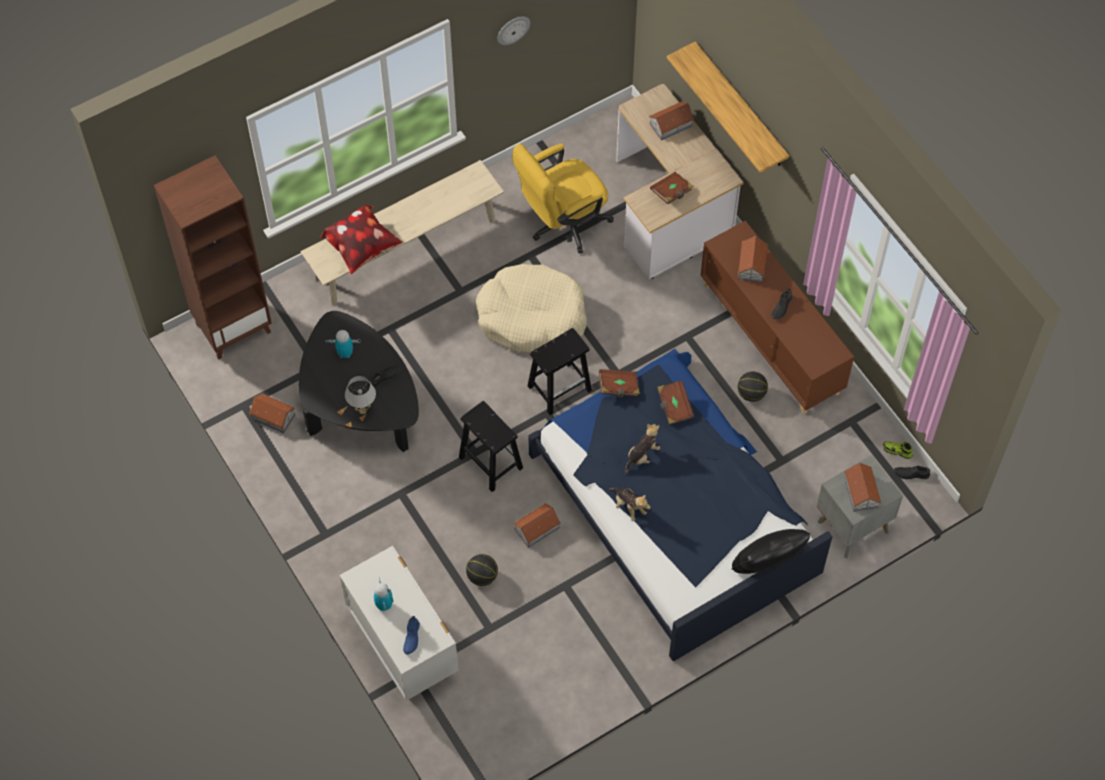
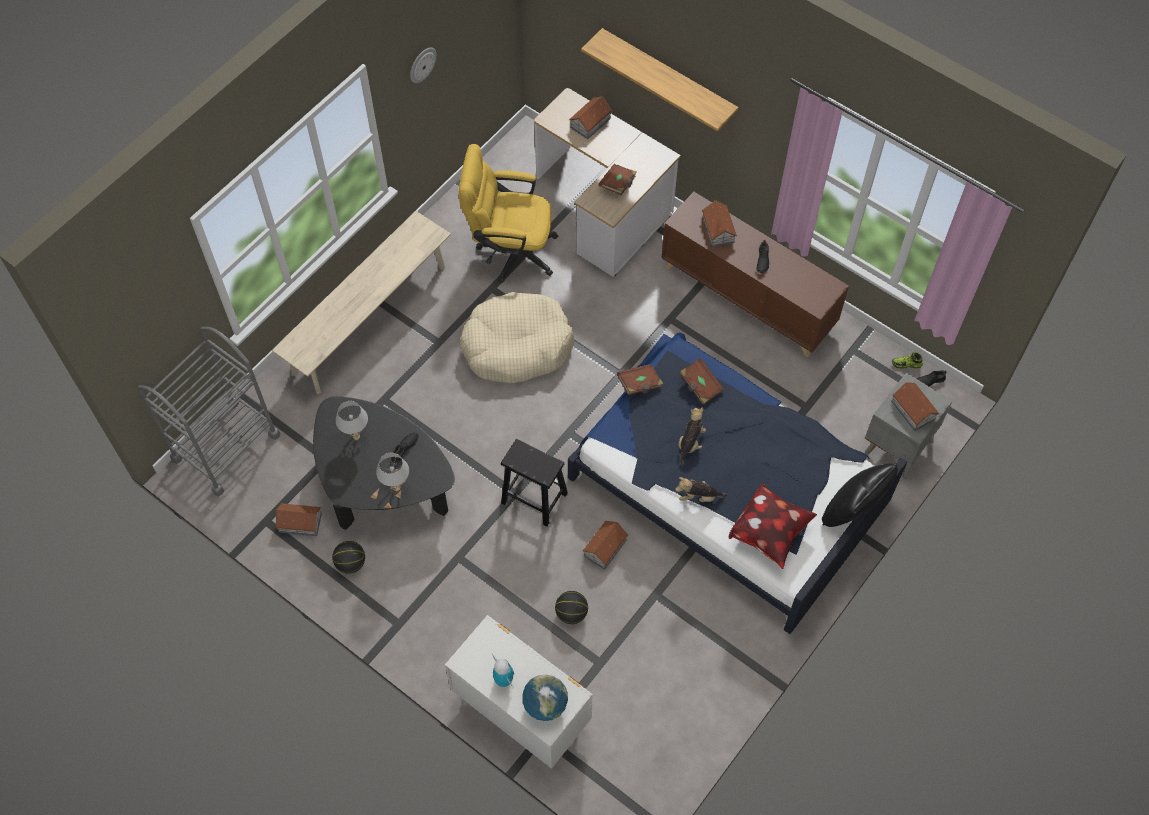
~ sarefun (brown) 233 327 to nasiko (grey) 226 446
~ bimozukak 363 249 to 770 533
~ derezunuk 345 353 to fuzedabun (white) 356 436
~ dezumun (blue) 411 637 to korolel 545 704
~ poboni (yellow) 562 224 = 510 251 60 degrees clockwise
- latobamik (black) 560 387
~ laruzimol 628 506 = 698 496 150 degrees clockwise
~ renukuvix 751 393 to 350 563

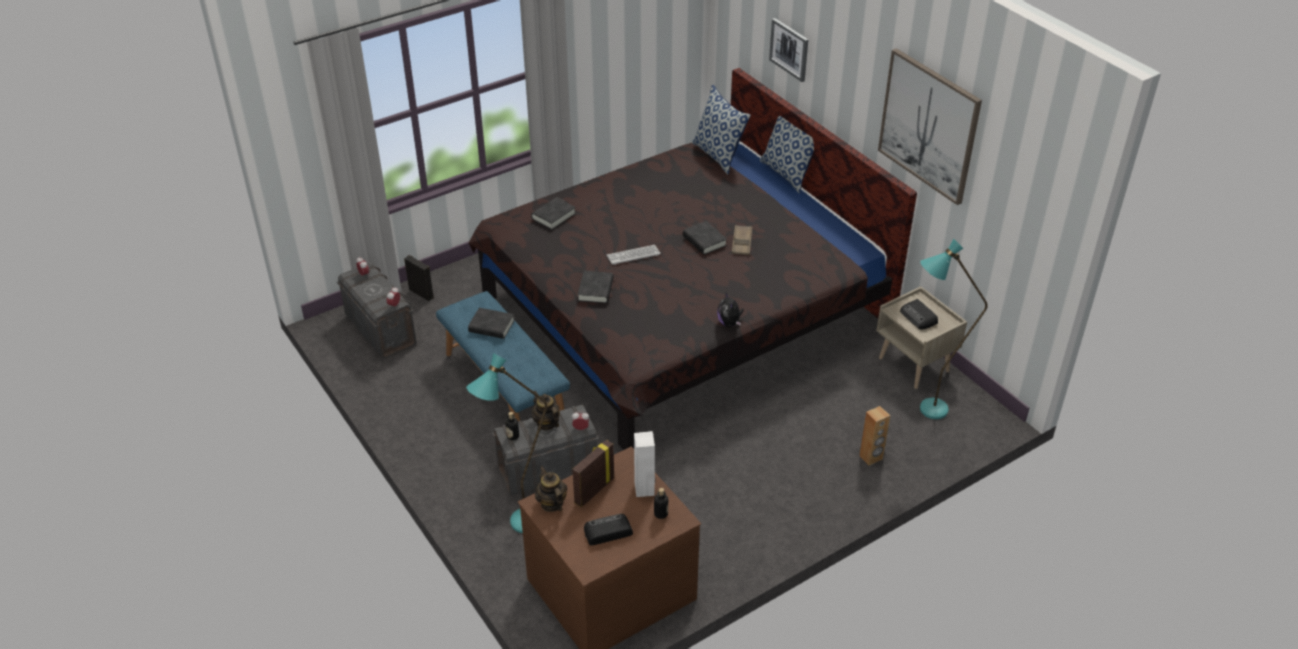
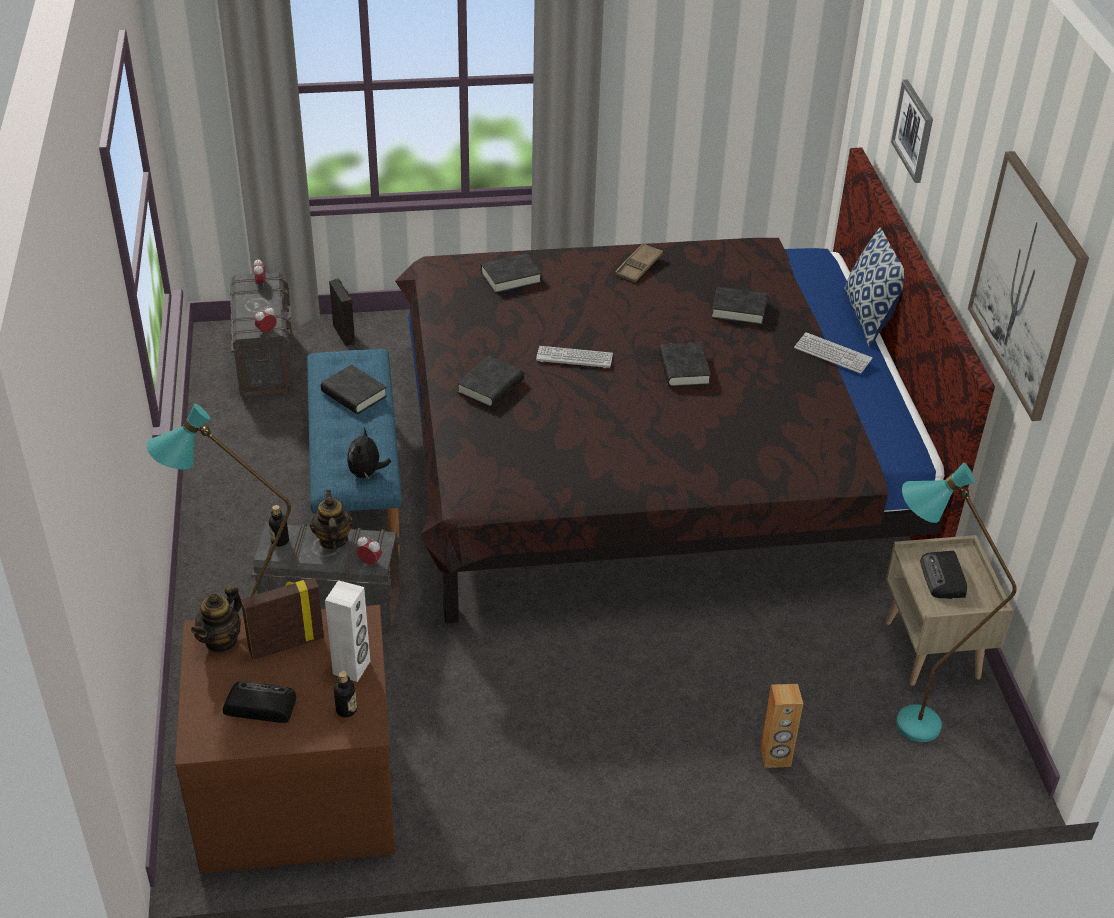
~ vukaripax 551 503 = 221 640 150 degrees counterclockwise
- bimozukak 719 155
~ laruzimol 729 323 to 366 473
~ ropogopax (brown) 742 243 to 638 267
+ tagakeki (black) 739 310
+ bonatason 832 354

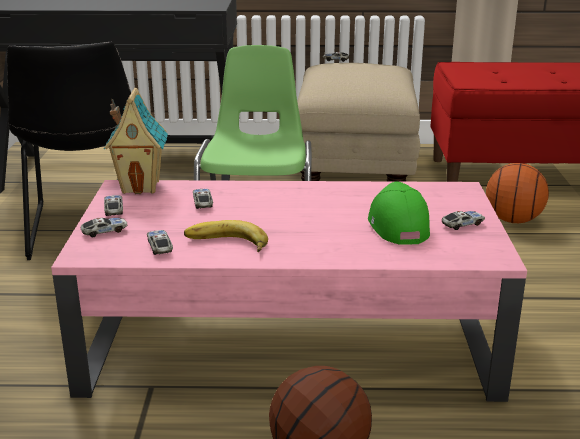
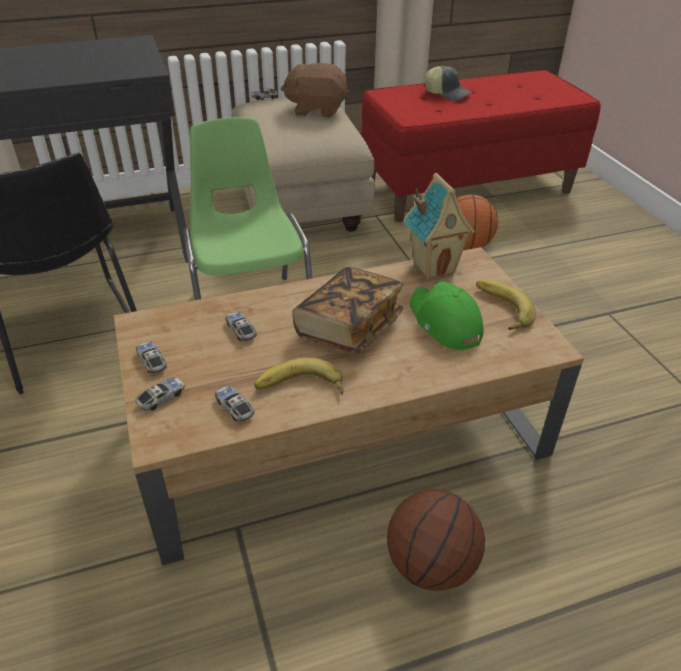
~ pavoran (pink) 287 339 to pavoran (brown) 337 433
~ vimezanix 141 186 to 433 266
~ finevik 462 224 to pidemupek 500 309
+ laruzimol (brown) 316 110
+ tagakeki 348 327
+ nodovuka 447 93

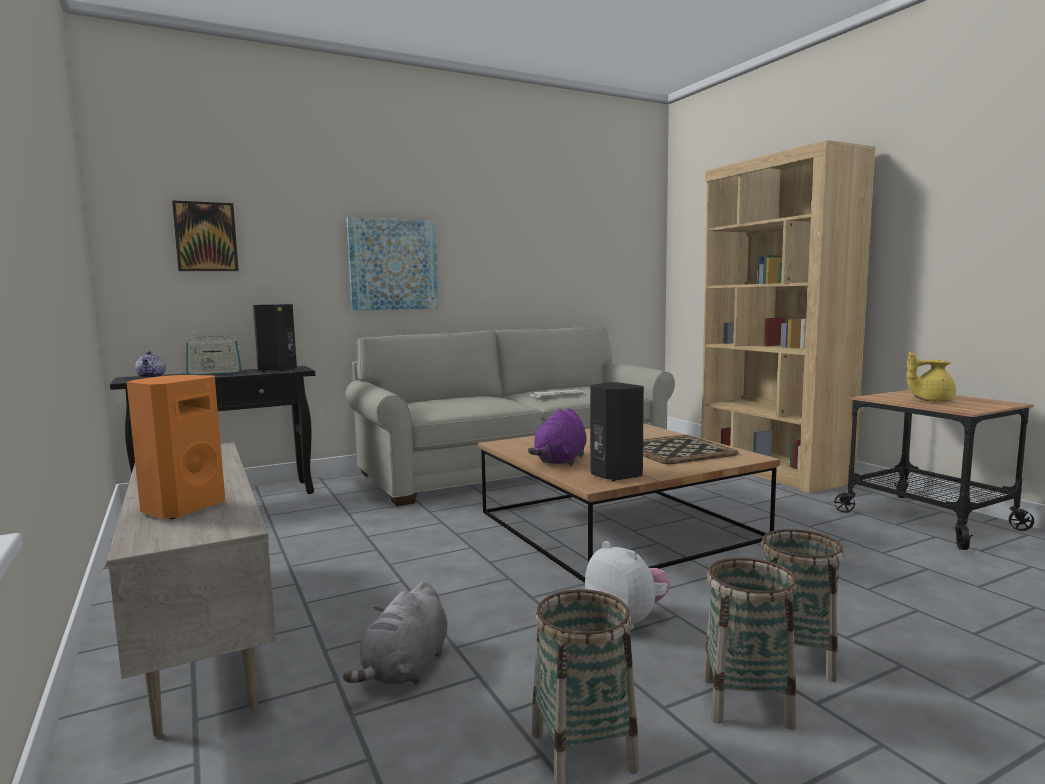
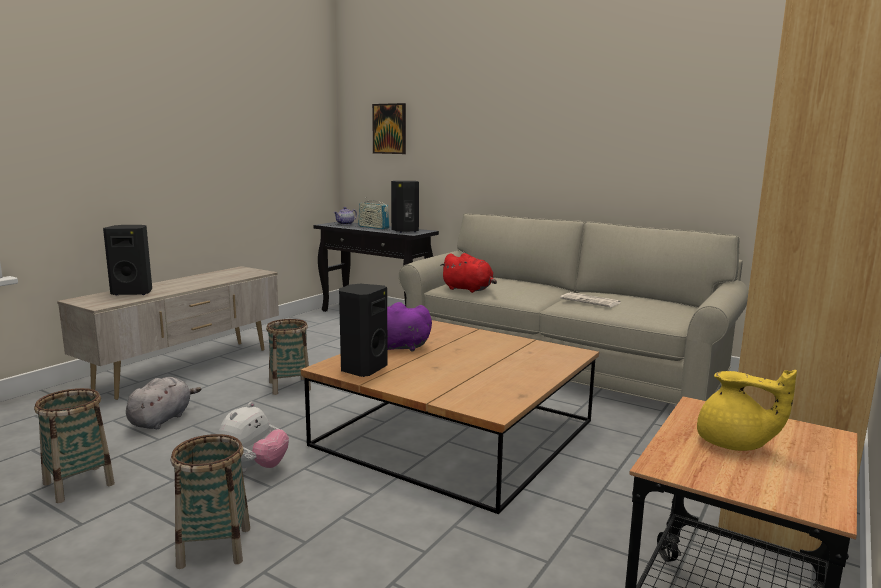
~ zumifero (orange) 182 508 to zumifero (black) 133 292
~ laruzimol (grey) 405 669 = 162 419 120 degrees clockwise
- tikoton 393 264
- ropogopax 678 450
~ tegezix 747 702 to 289 386
~ vukaripax (yellow) 930 400 = 734 444 150 degrees clockwise
+ laruzimol (red) 469 289

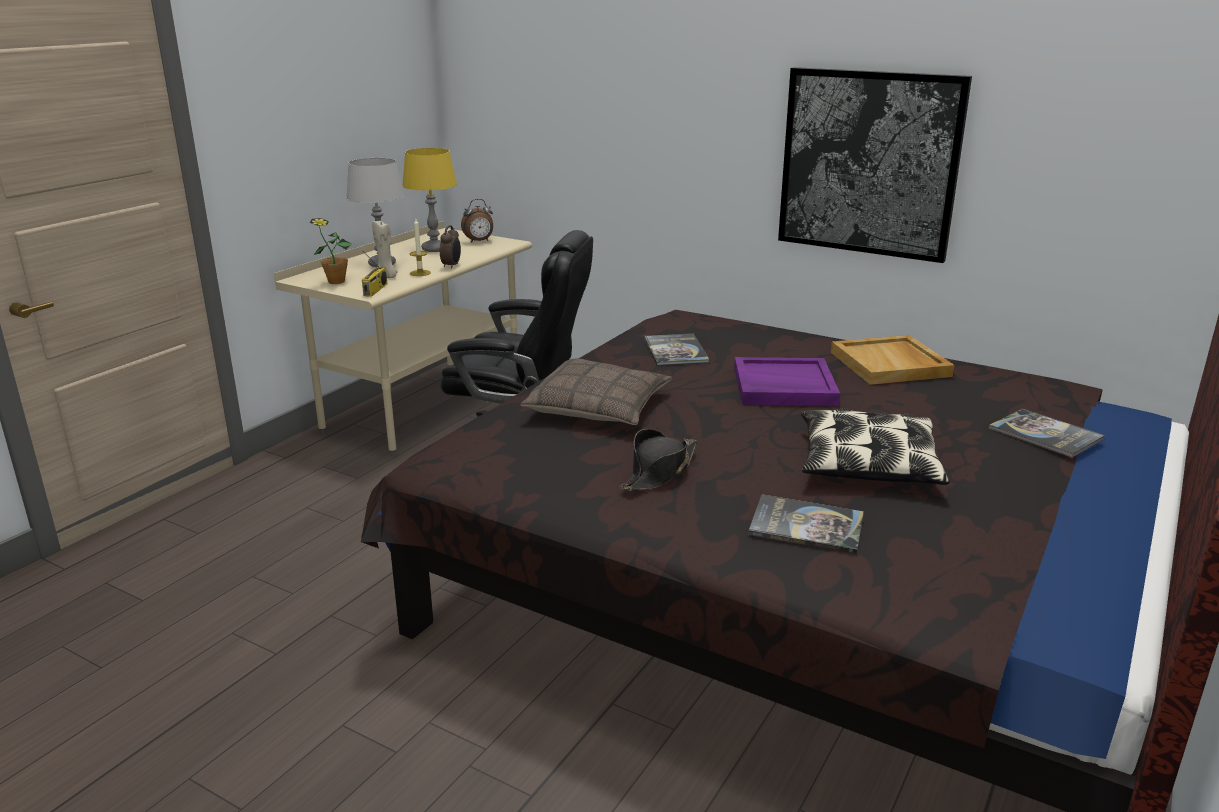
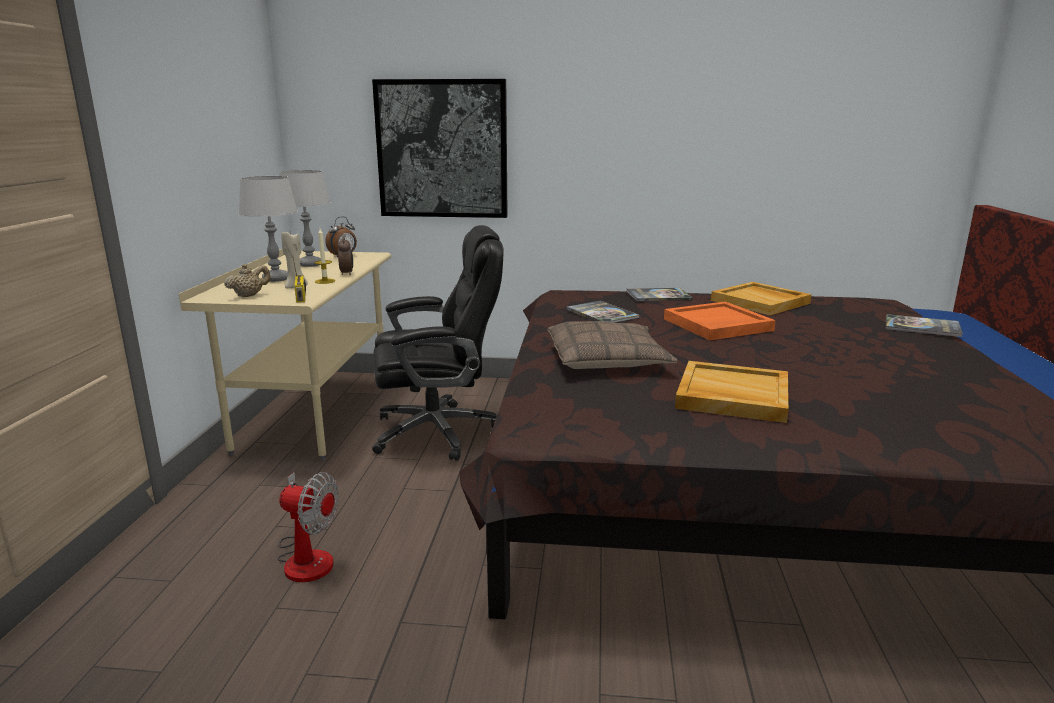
~ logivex 336 282 to vukaripax (beige) 249 295
~ fuzedabun (yellow) 434 249 to fuzedabun (grey) 310 264
~ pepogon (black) 659 472 to ropogopax (beige) 731 396
~ ropogopax (purple) 783 386 to ropogopax (orange) 717 325
~ tagakeki 806 525 to 658 296
~ tikoton 869 163 to 442 149
- bimozukak 867 464
+ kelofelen 307 556

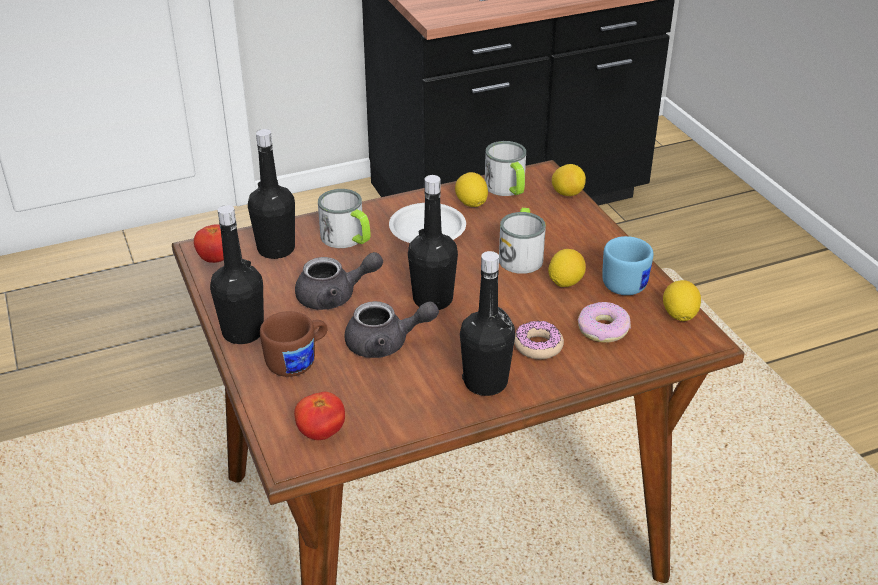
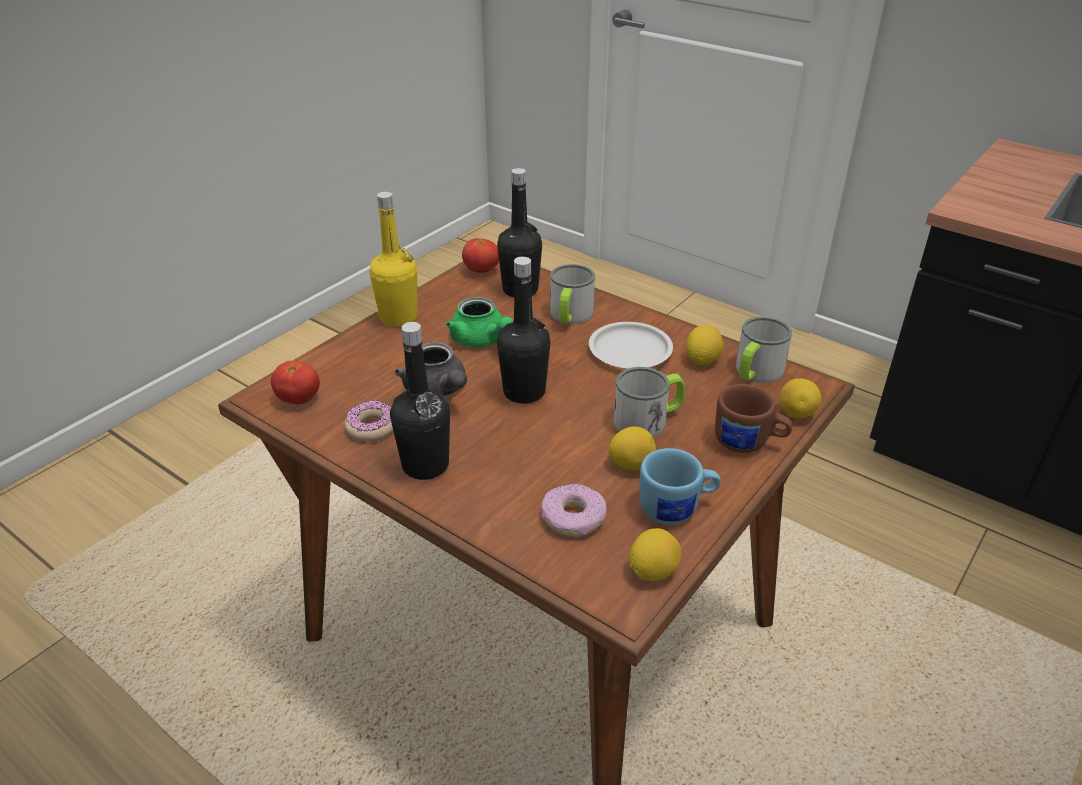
~ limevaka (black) 243 332 to limevaka (yellow) 398 317
~ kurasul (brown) 298 361 to 749 443
~ vukaripax (grey) 335 296 to vukaripax (green) 482 340
~ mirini 538 346 to 371 427

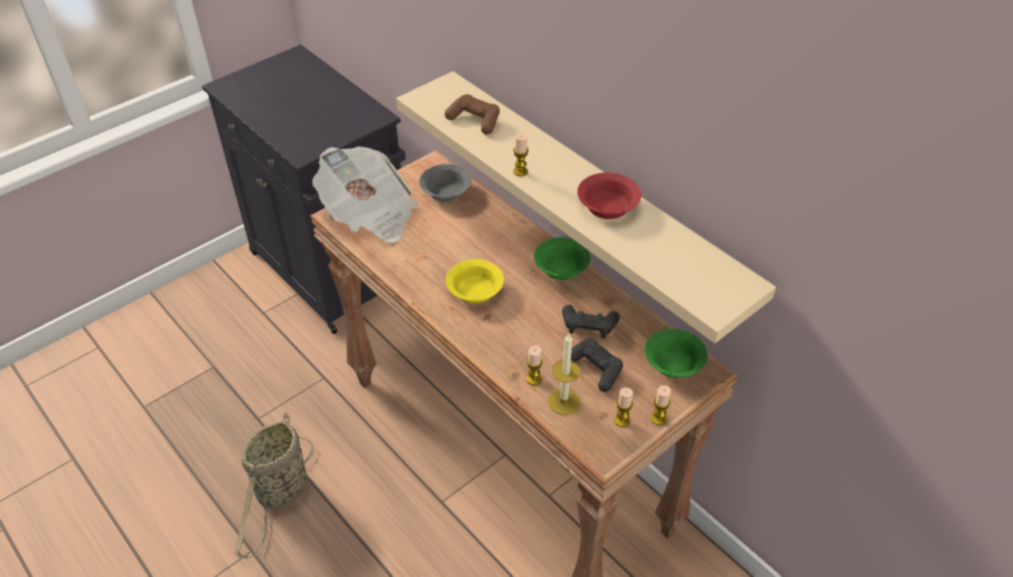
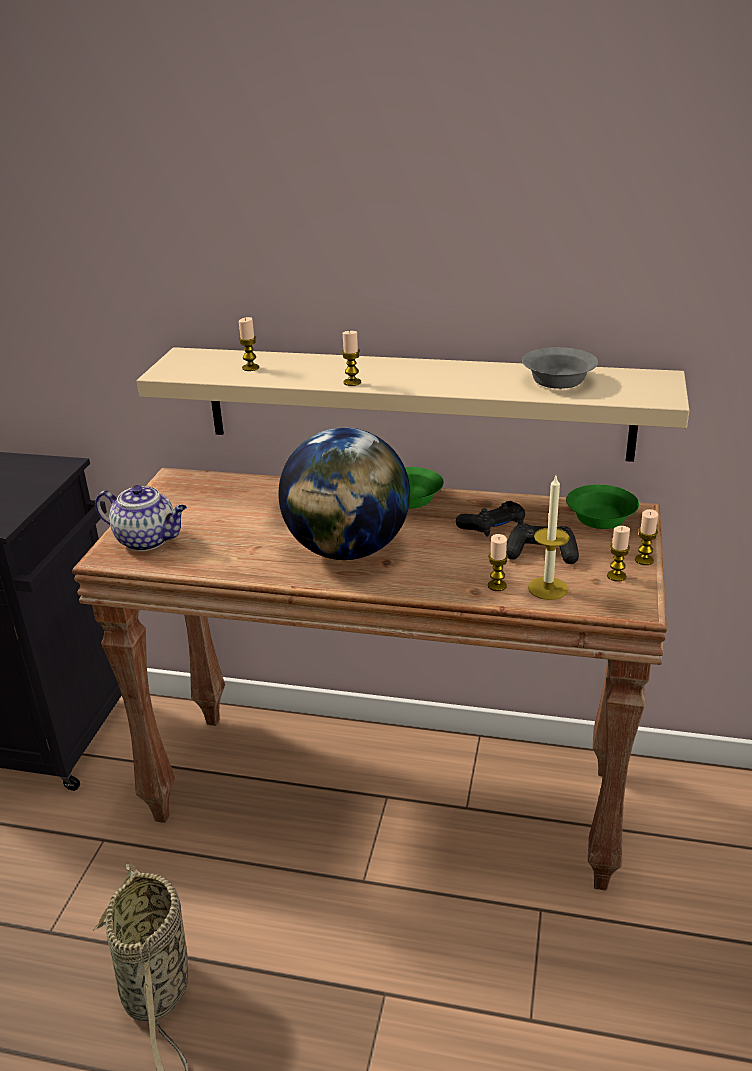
~ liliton 369 214 to vukaripax 148 540
~ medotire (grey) 445 192 to 559 381
~ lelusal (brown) 474 120 to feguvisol 250 368
~ medotire (yellow) 474 291 to korolel 347 550
- medotire (red) 609 206

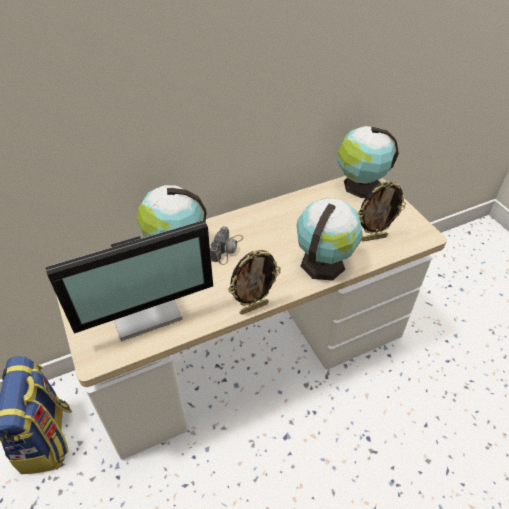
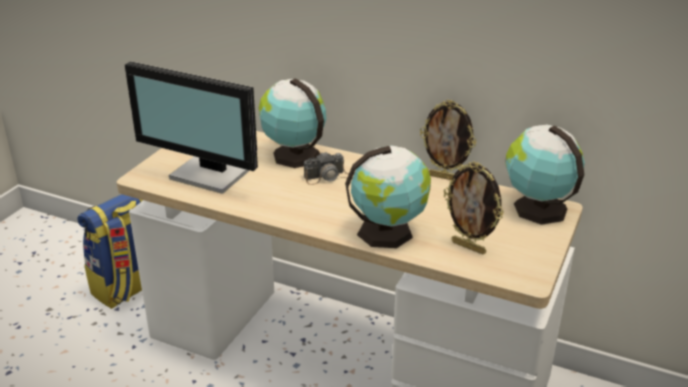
~ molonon 253 307 to 445 177

